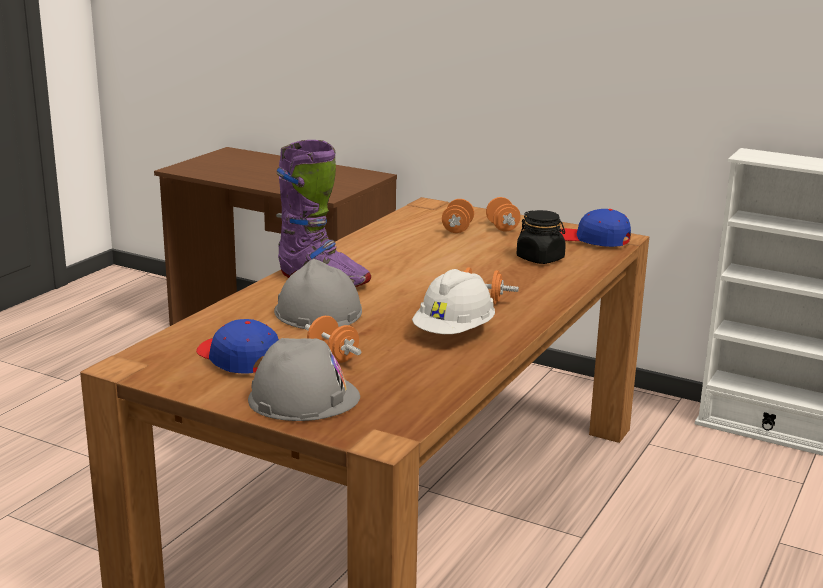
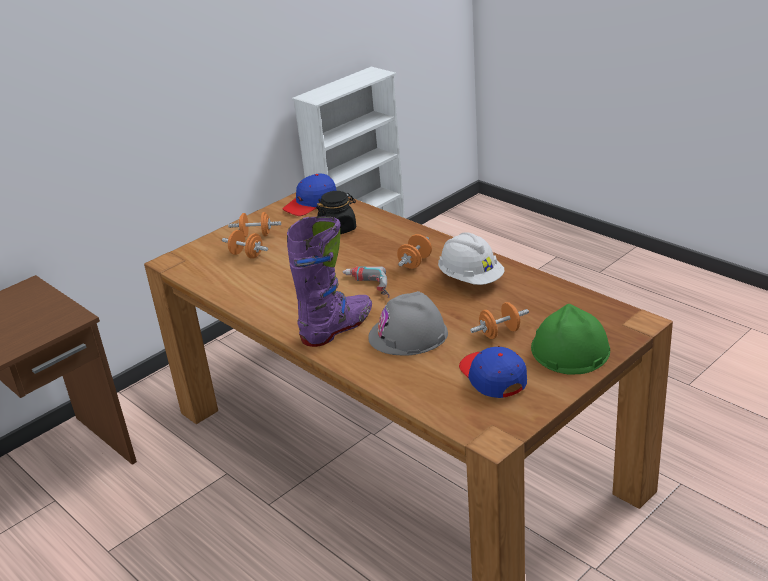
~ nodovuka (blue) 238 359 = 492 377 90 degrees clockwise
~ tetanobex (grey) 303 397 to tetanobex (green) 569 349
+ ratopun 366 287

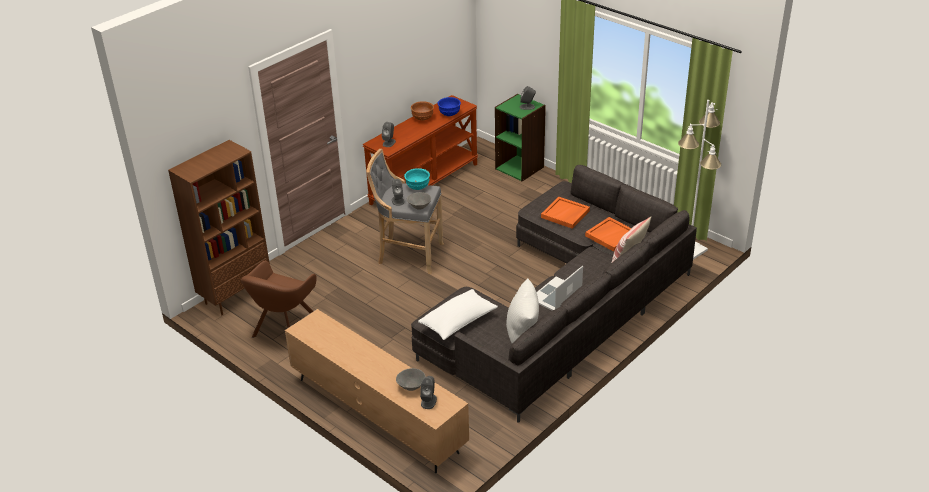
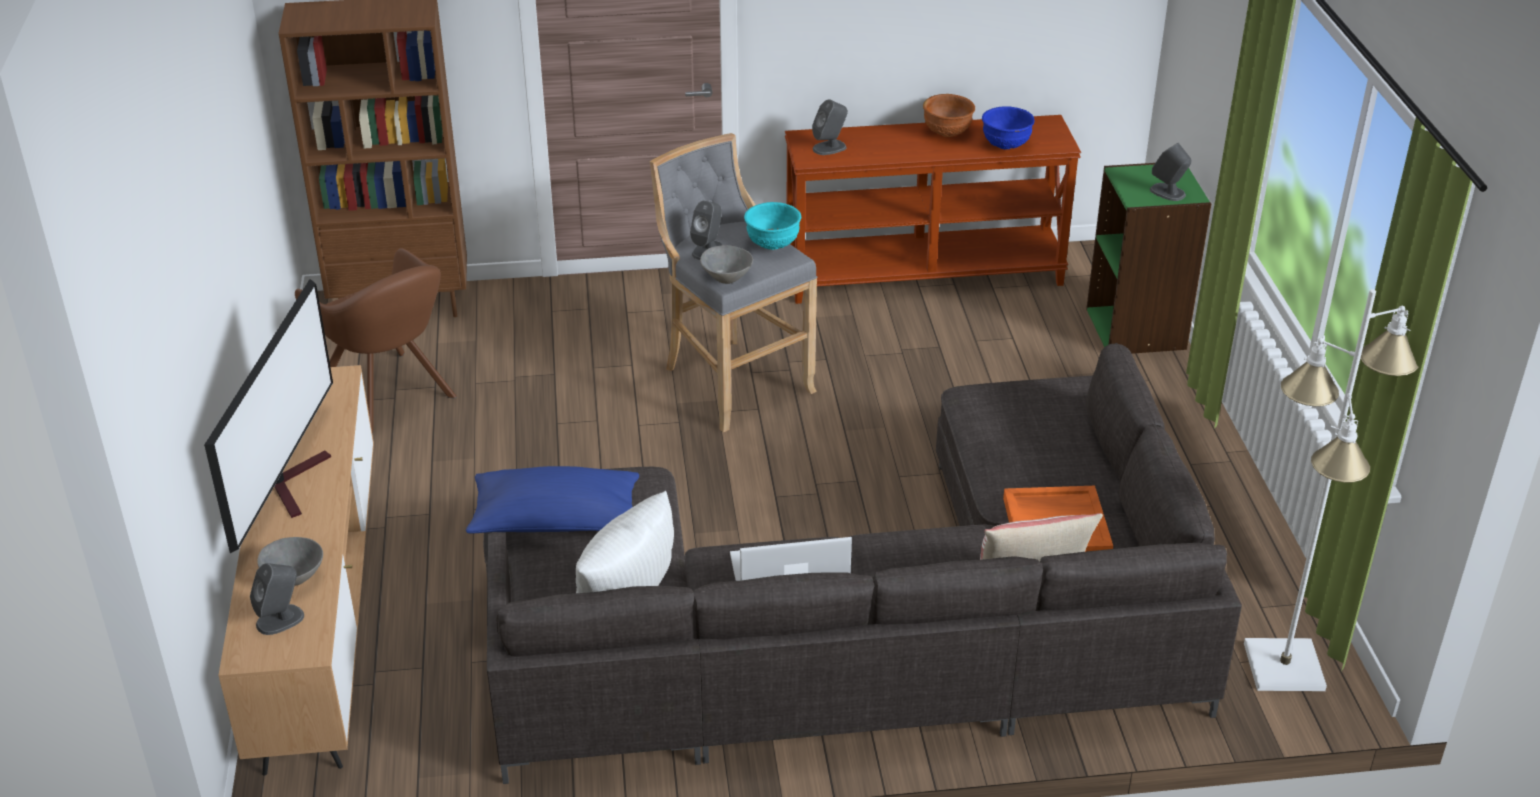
~ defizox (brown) 284 329 = 390 395 105 degrees counterclockwise
~ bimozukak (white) 458 322 to bimozukak (blue) 555 521
- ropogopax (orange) 565 214
+ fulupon 294 481

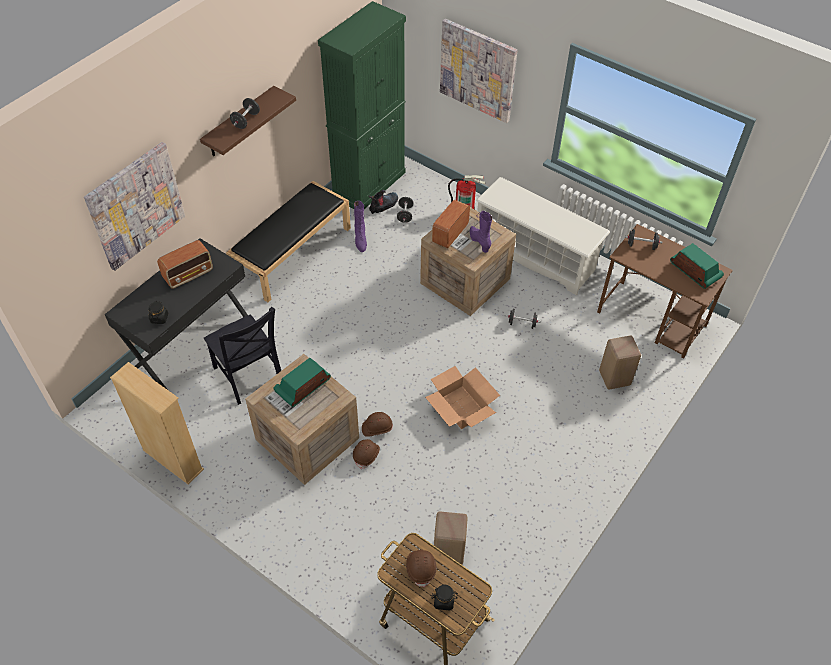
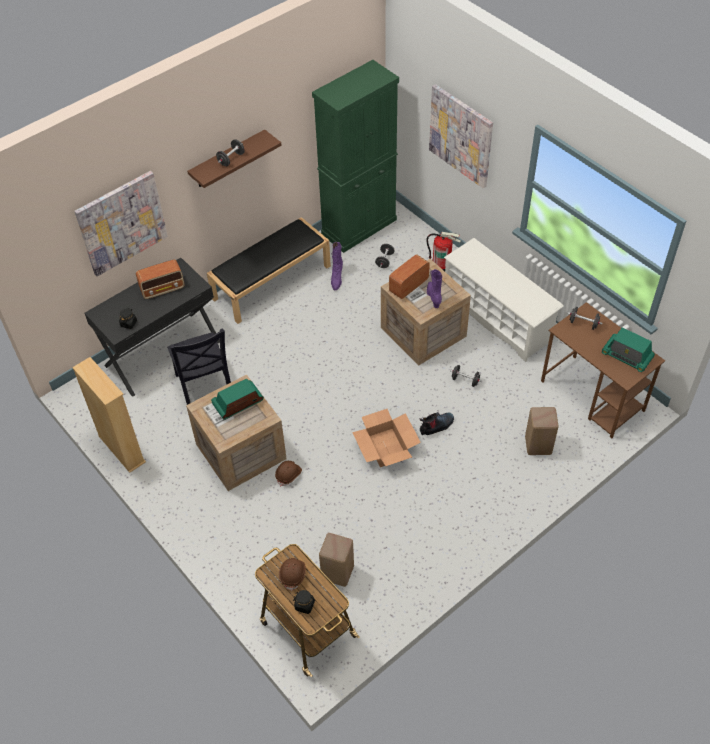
- tetanobex (brown) 377 428
~ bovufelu 383 206 to 436 426
~ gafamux 694 271 = 627 356 150 degrees clockwise

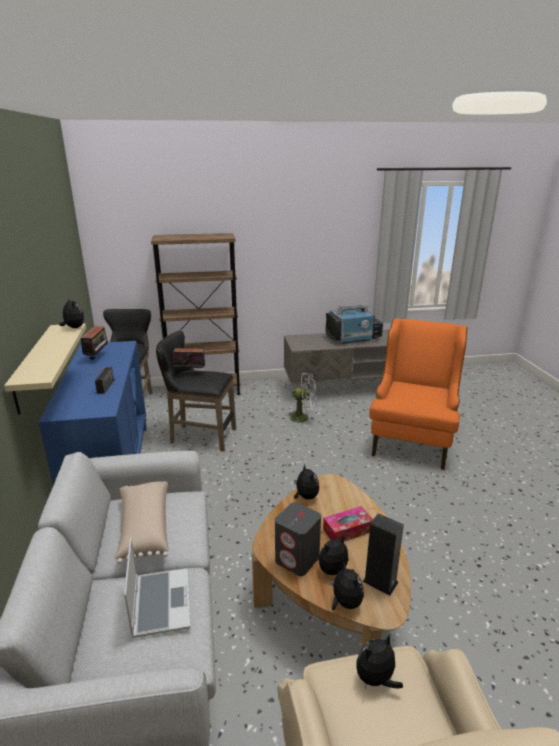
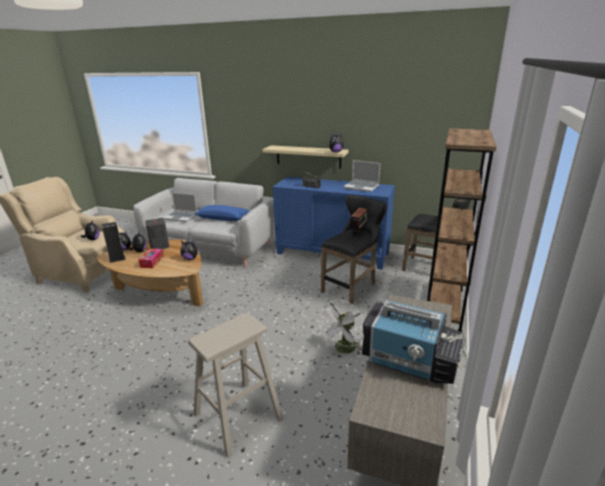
~ gafamux 97 357 to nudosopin 362 187
~ bimozukak (beige) 144 529 to bimozukak (blue) 223 218
~ fulupon 353 338 = 411 361 75 degrees counterclockwise
~ defizox (orange) 412 437 to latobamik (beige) 237 417

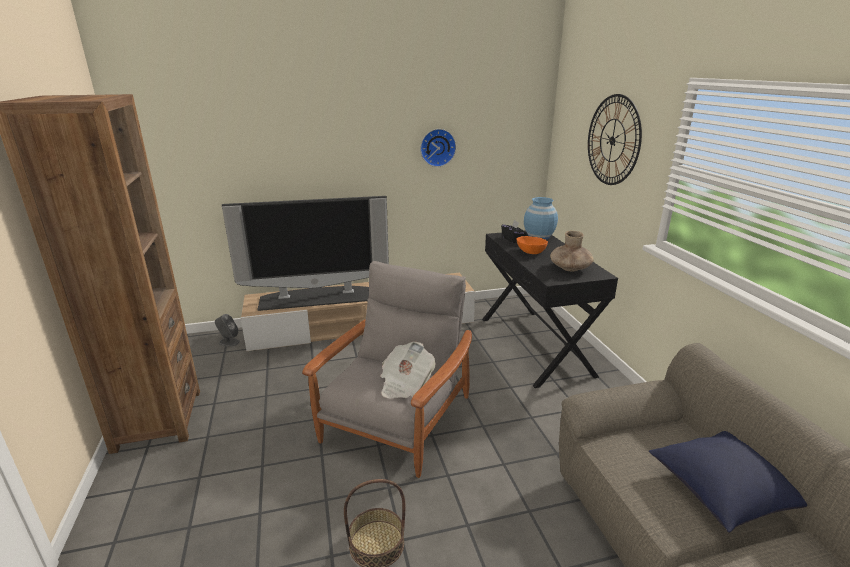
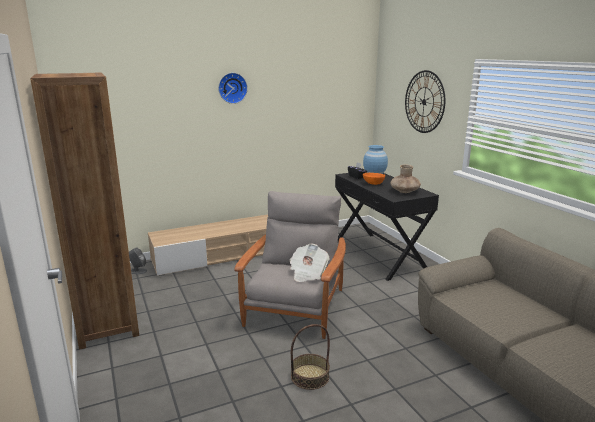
- fulupon 317 298
~ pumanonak 437 147 to 232 88
- bimozukak (blue) 720 492

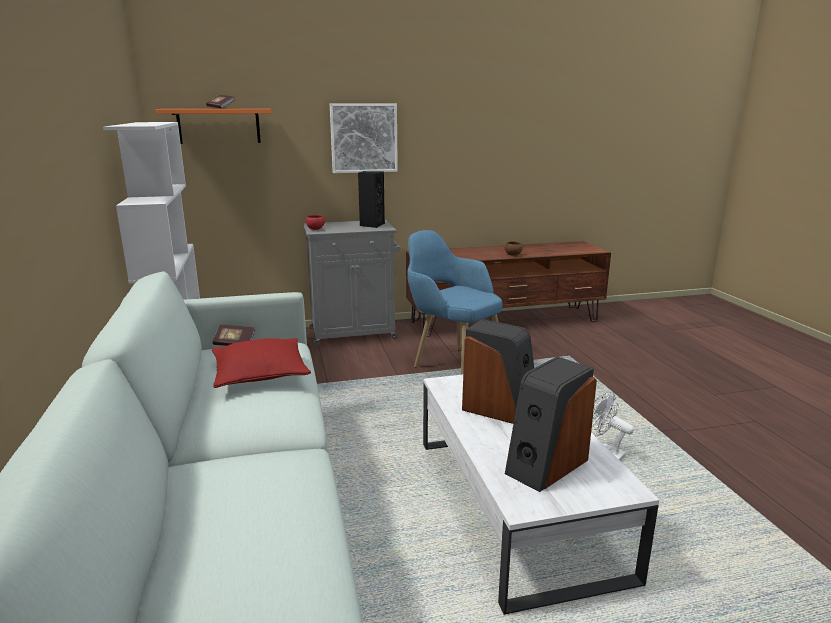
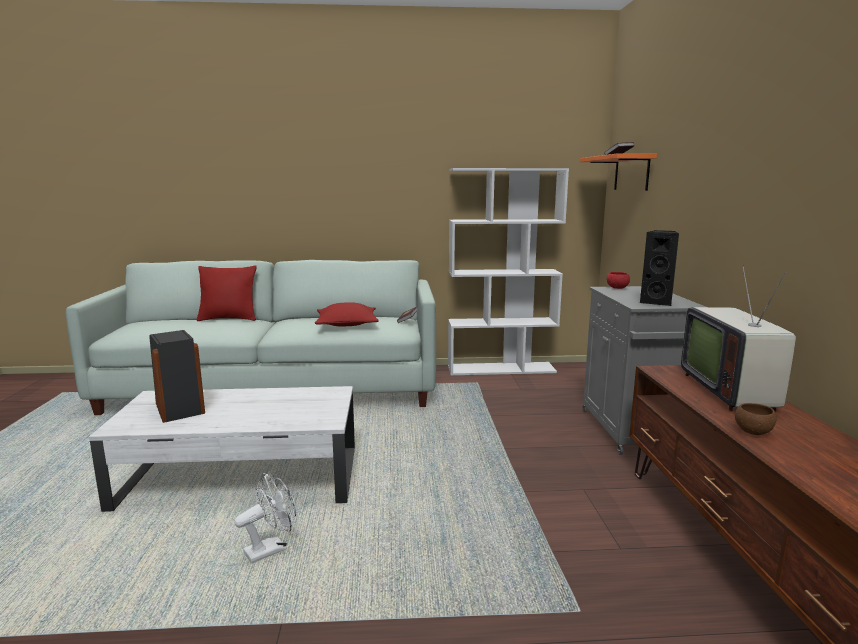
- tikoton 364 138
- defizox (blue) 451 363
- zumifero 500 410
+ bimozukak (red) 228 319
+ fulupon 731 390

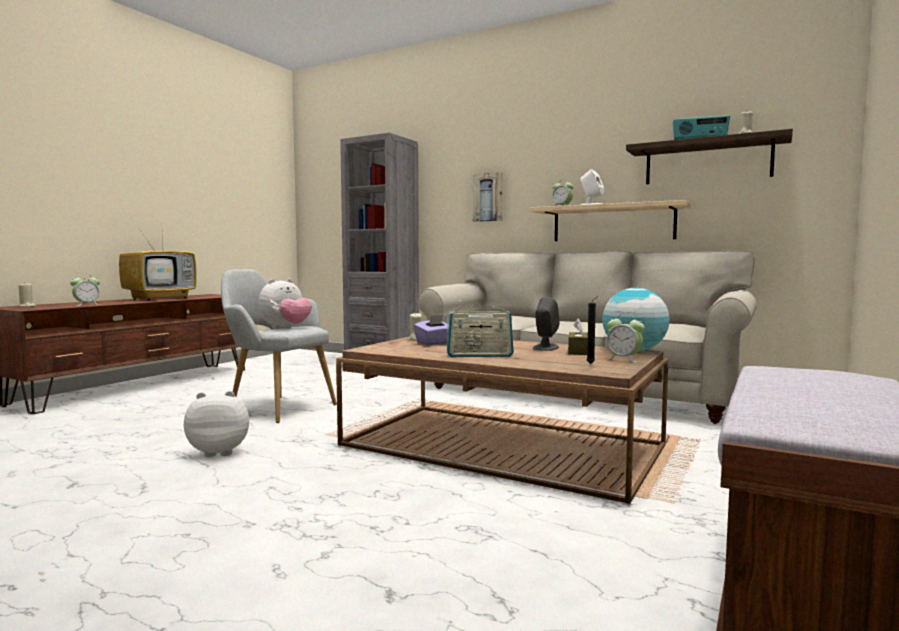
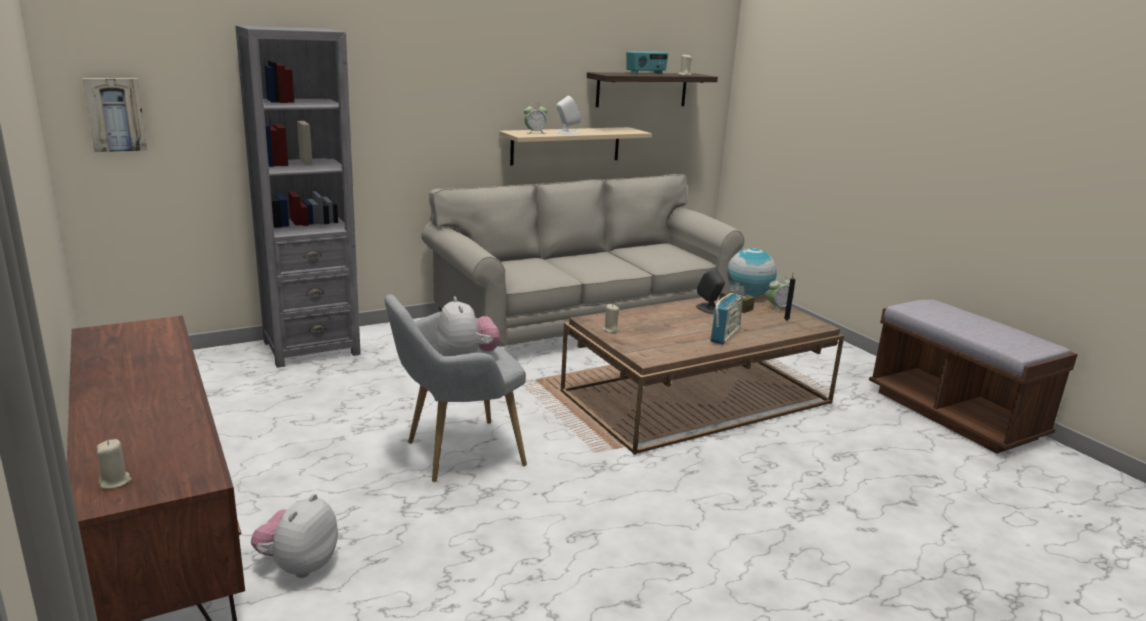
- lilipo 86 305
- fulupon 161 298
~ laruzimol 219 452 to 298 566
- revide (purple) 435 343
~ tikoton 488 197 to 115 114

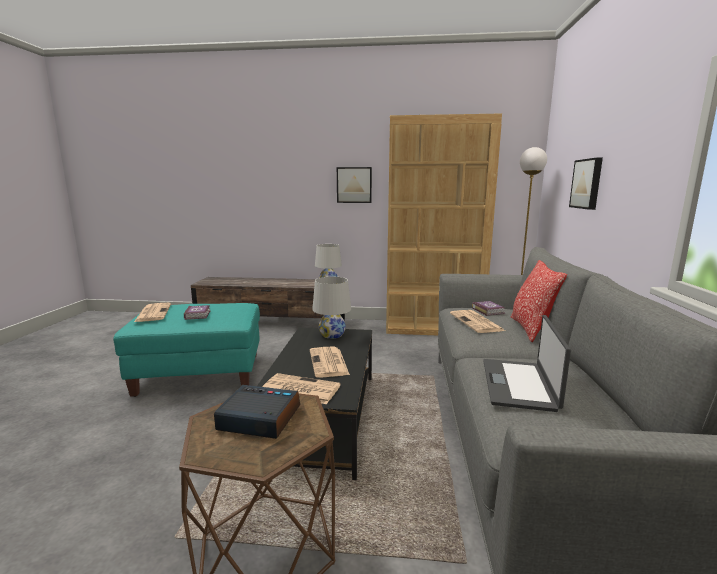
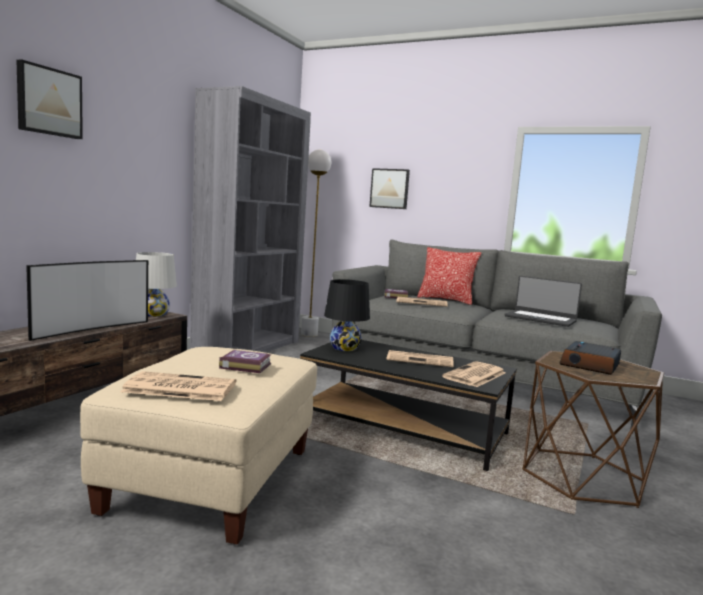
~ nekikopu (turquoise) 200 374 to nekikopu (beige) 213 480
~ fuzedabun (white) 332 335 to fuzedabun (black) 344 348
~ tikoton 354 185 to 48 101
~ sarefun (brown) 433 328 to sarefun (grey) 248 348
+ fulupon 91 329

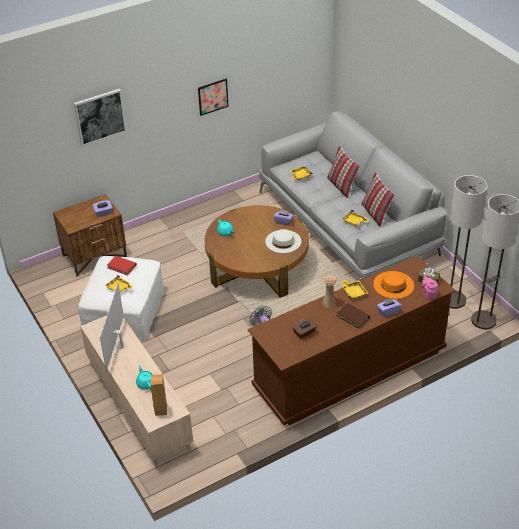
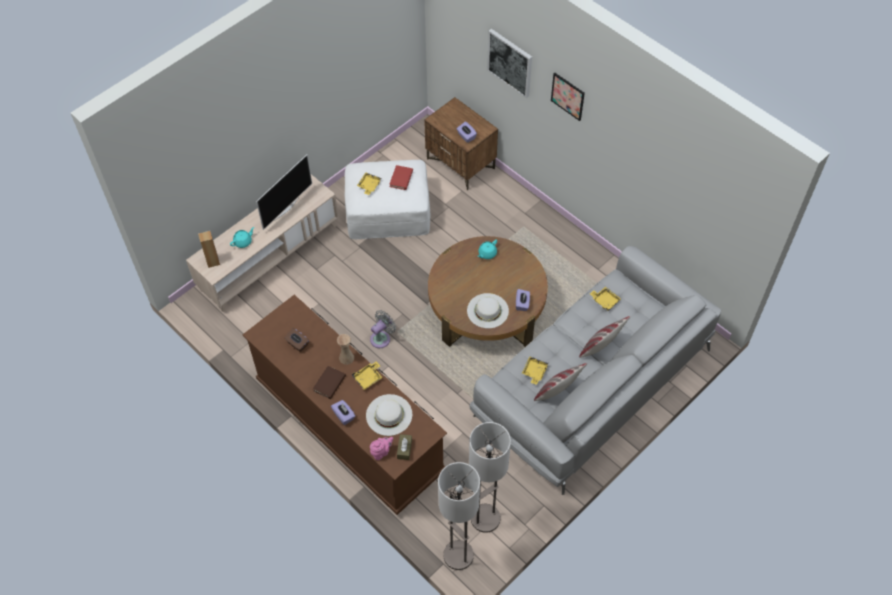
~ fulupon 119 347 = 286 208 135 degrees clockwise
~ tikoton 213 96 to 567 96
~ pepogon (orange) 393 284 to pepogon (white) 389 415

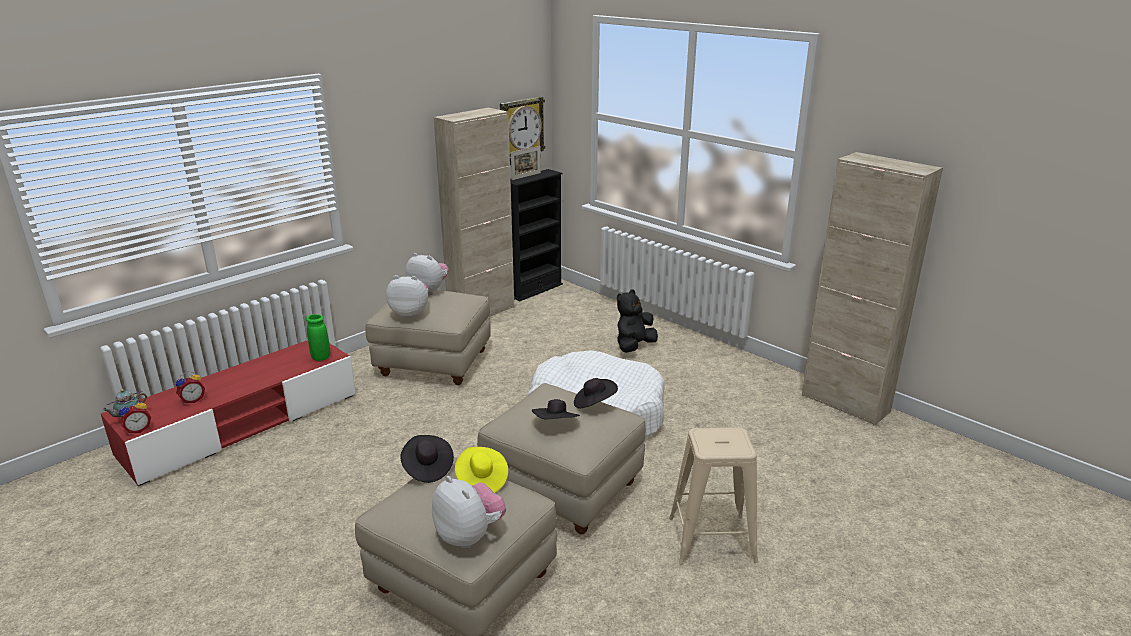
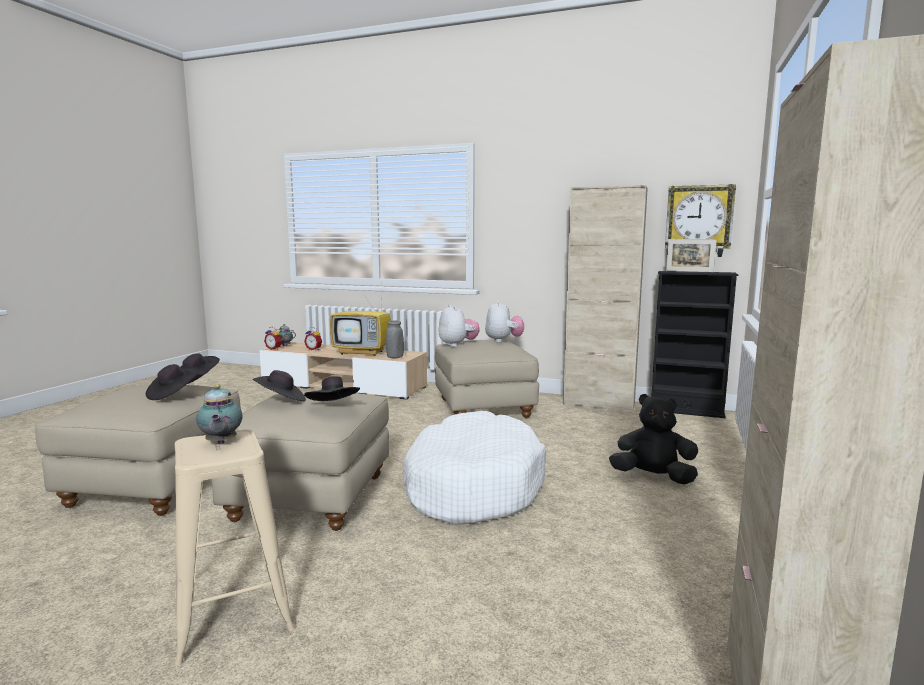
~ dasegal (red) 242 425 to dasegal (beige) 343 386
~ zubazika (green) 321 357 to zubazika (grey) 395 357
- laruzimol 469 536
~ pepogon (yellow) 481 481 to pepogon (black) 173 394
+ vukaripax 221 443
+ fulupon 363 352

